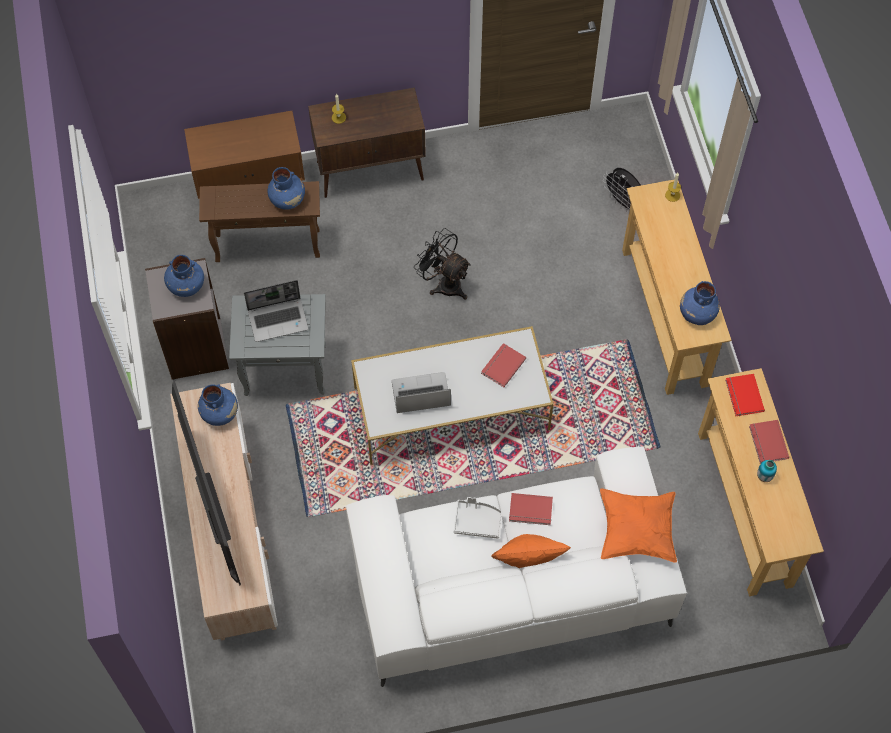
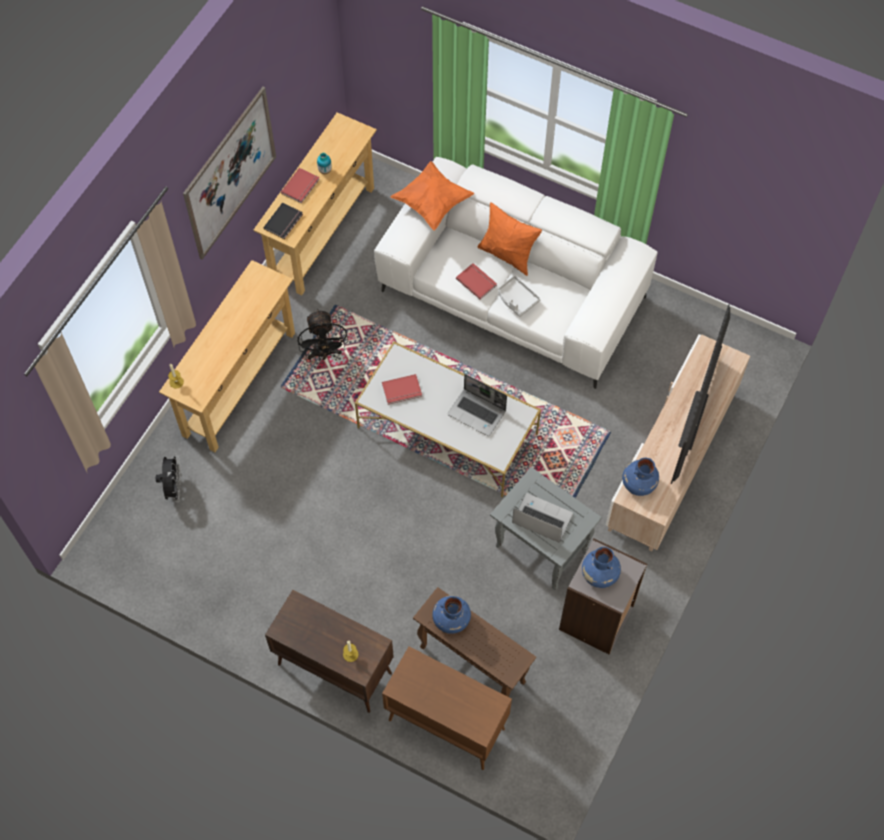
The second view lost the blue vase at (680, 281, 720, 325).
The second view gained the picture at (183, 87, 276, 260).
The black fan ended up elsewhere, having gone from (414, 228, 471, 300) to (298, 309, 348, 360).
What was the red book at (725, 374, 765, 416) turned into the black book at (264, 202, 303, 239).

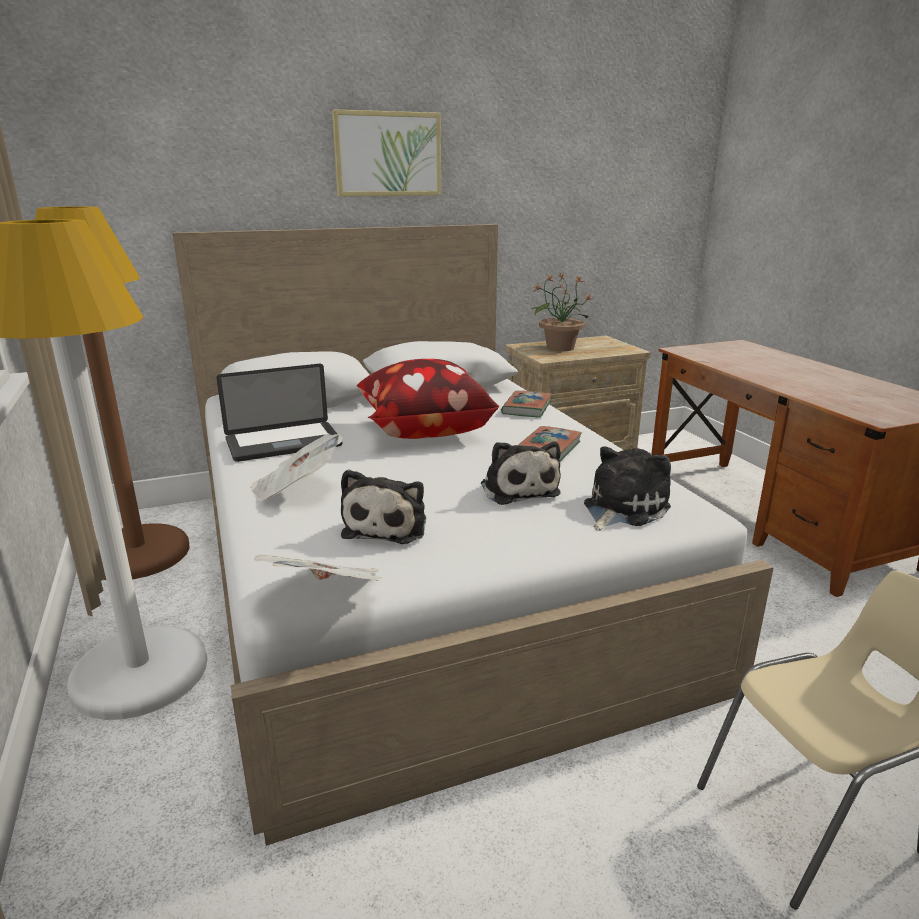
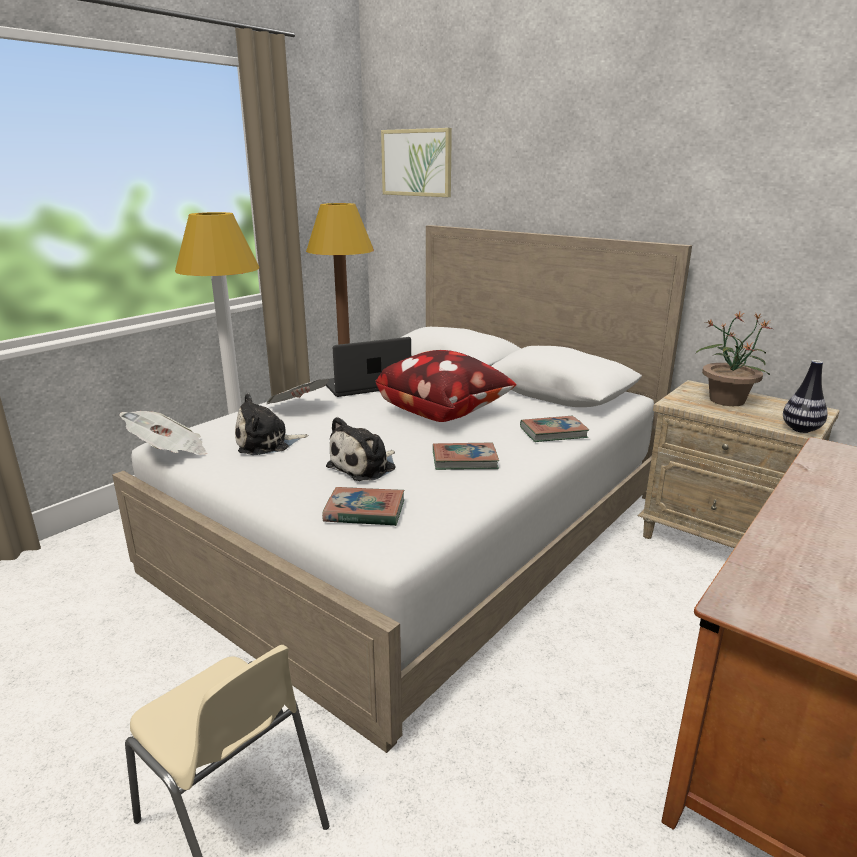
The second view gained the vase at (783, 360, 827, 433).
The picture ended up elsewhere, having gone from (332, 109, 441, 197) to (381, 128, 452, 197).
Where the plush toy stood at (584, 446, 671, 531), the book came to stand at (322, 487, 404, 526).
The laptop at (216, 364, 343, 462) ended up facing another way, 120 degrees clockwise from before.

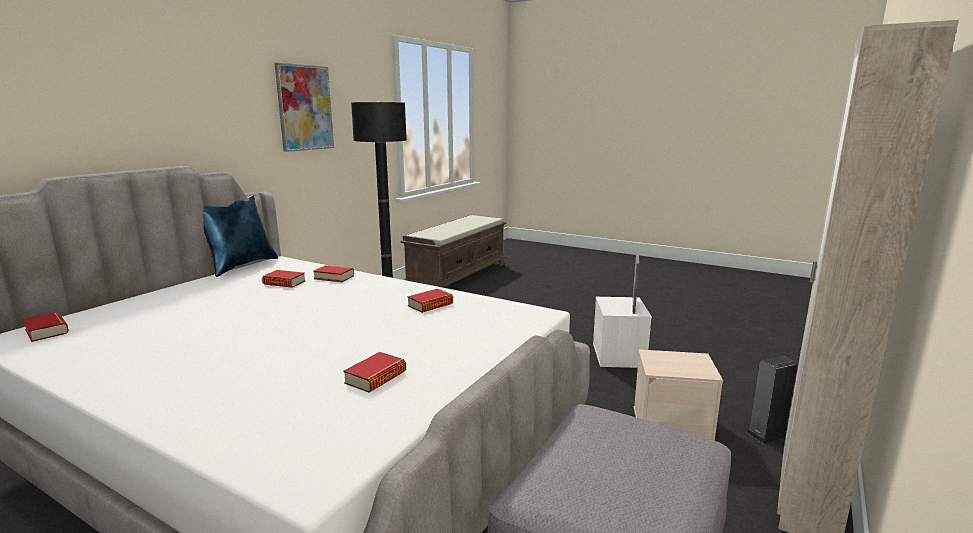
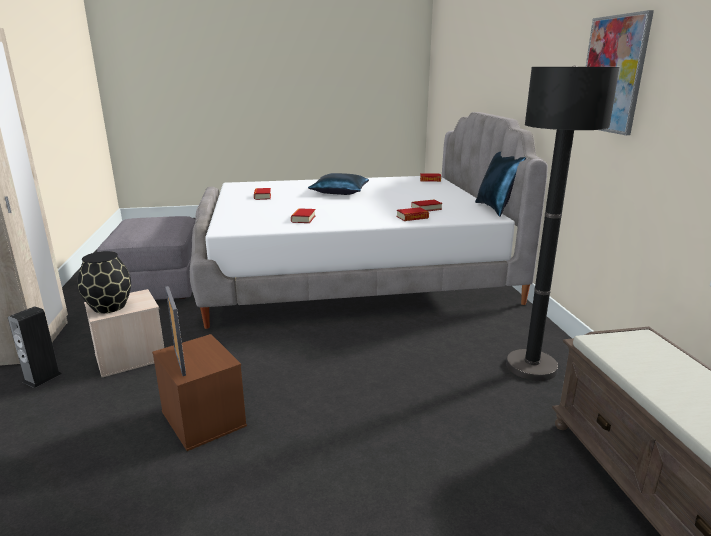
The second view gained the black vase at (78, 251, 131, 313).
The second view gained the blue pillow at (308, 173, 369, 195).
What was the white storage box at (593, 297, 652, 368) turned into the brown storage box at (152, 334, 247, 451).

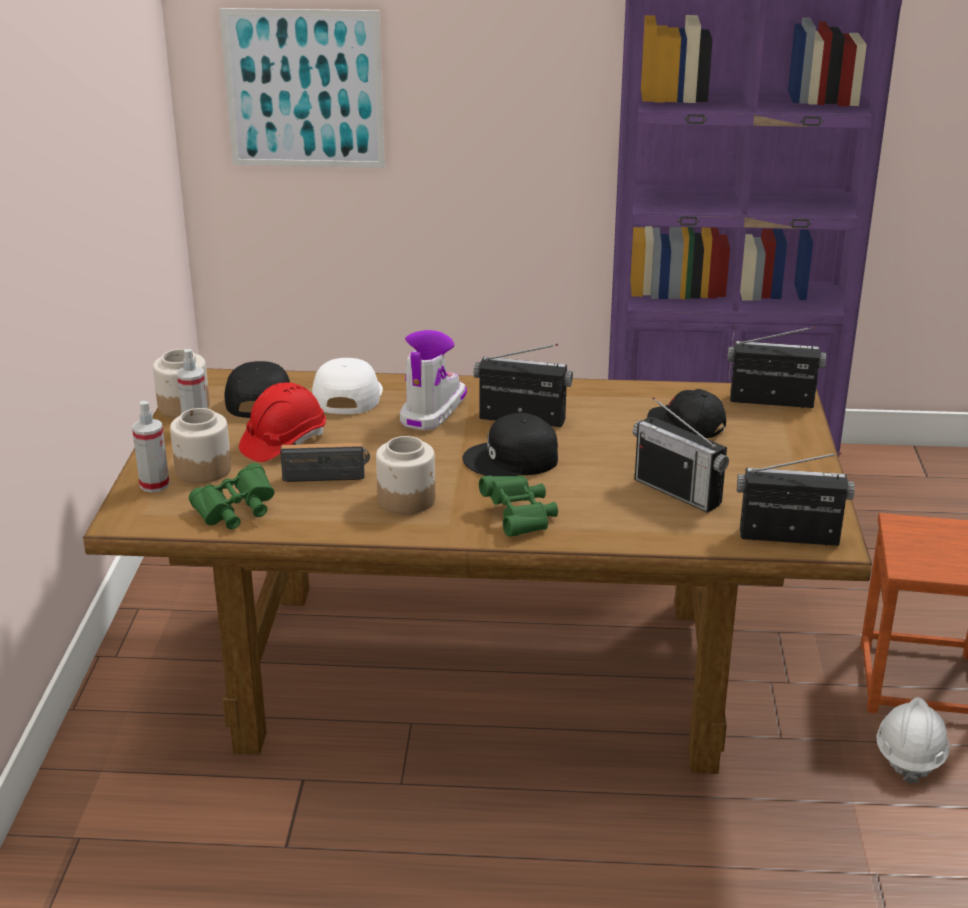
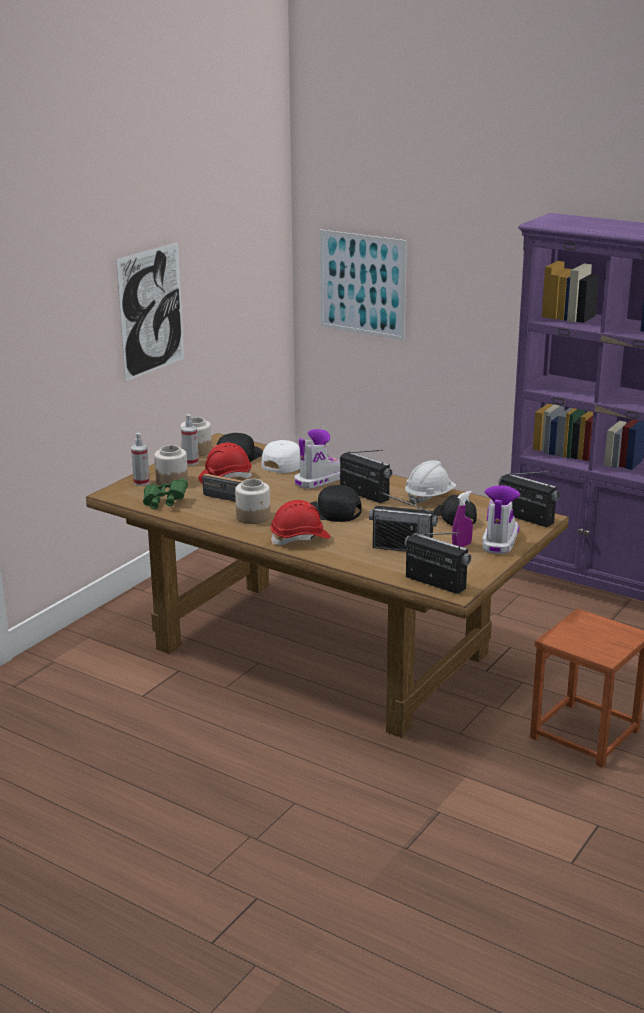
The second view gained the picture at (116, 242, 184, 382).
The second view gained the purple spray bottle at (452, 491, 473, 547).
The second view gained the boot at (482, 485, 520, 554).
The white hard hat ended up elsewhere, having gone from (876, 697, 950, 784) to (405, 460, 456, 505).
Where the green binoculars stood at (479, 475, 558, 537), the red hard hat came to stand at (270, 500, 330, 545).
The radio at (633, 397, 729, 513) ended up facing another way, 60 degrees counterclockwise from before.

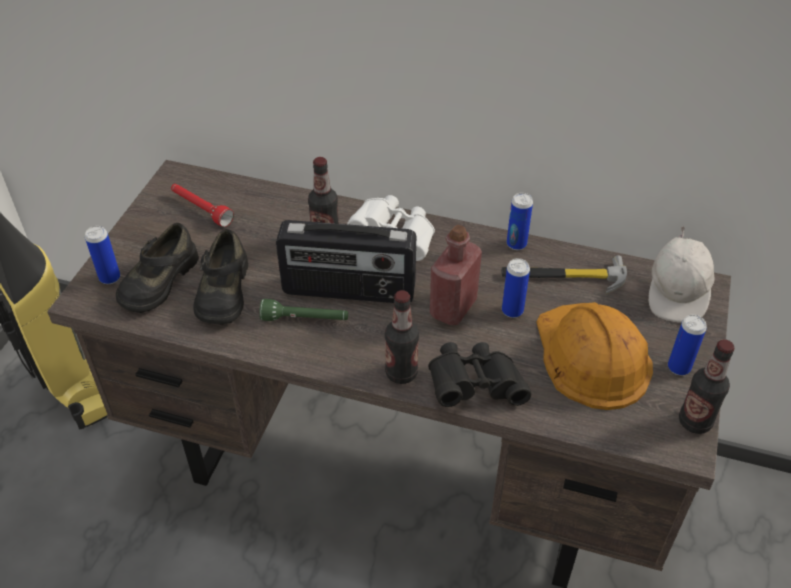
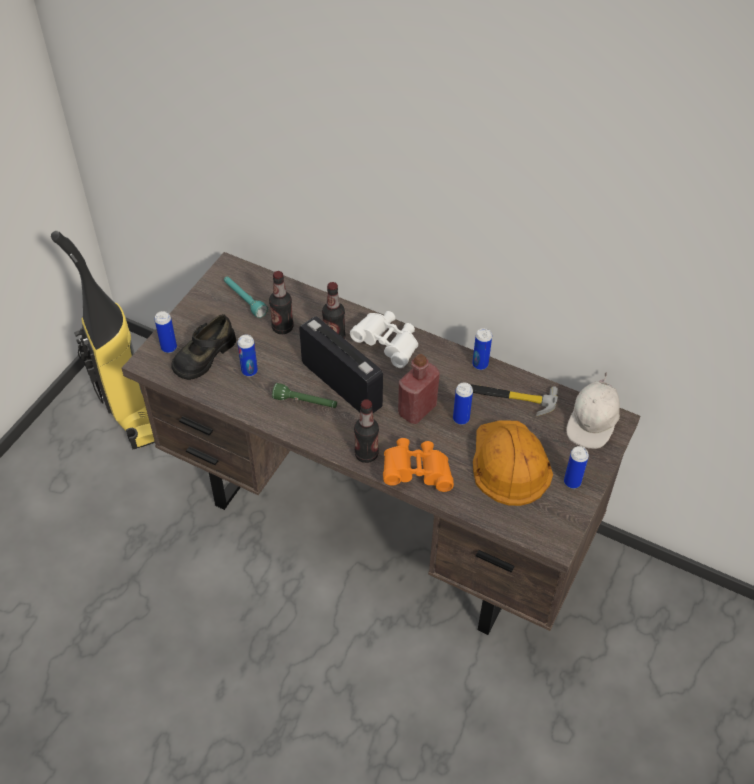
The bottle ended up elsewhere, having gone from (679, 339, 735, 434) to (269, 271, 294, 334).
Where the black shoe stood at (193, 229, 248, 325), the can came to stand at (237, 335, 258, 377).
What was the red flashlight at (171, 184, 234, 227) turned into the turquoise flashlight at (224, 277, 268, 318).
What was the black binoculars at (428, 342, 531, 407) turned into the orange binoculars at (383, 438, 454, 492).
The radio at (276, 220, 416, 303) ended up facing another way, 150 degrees counterclockwise from before.

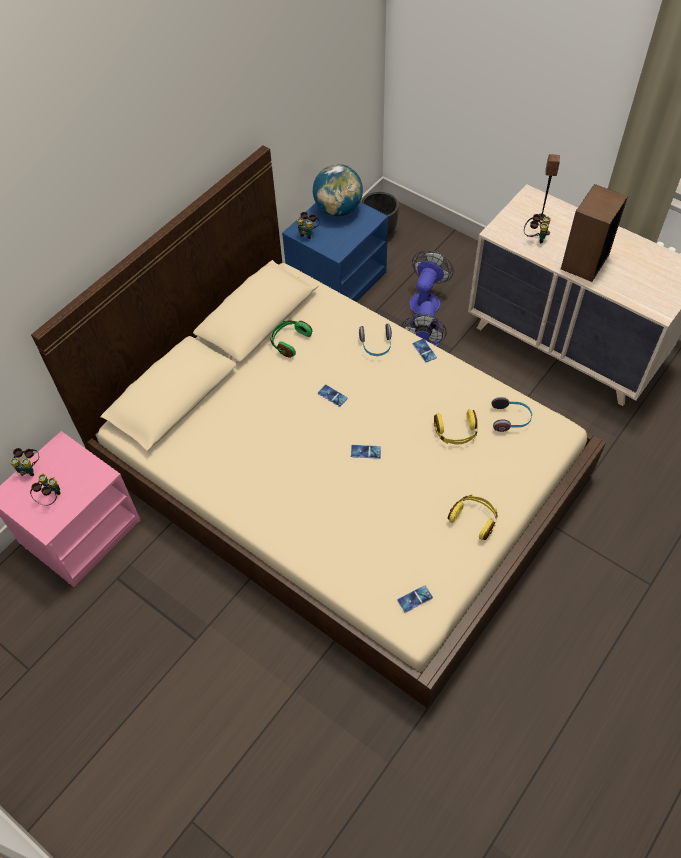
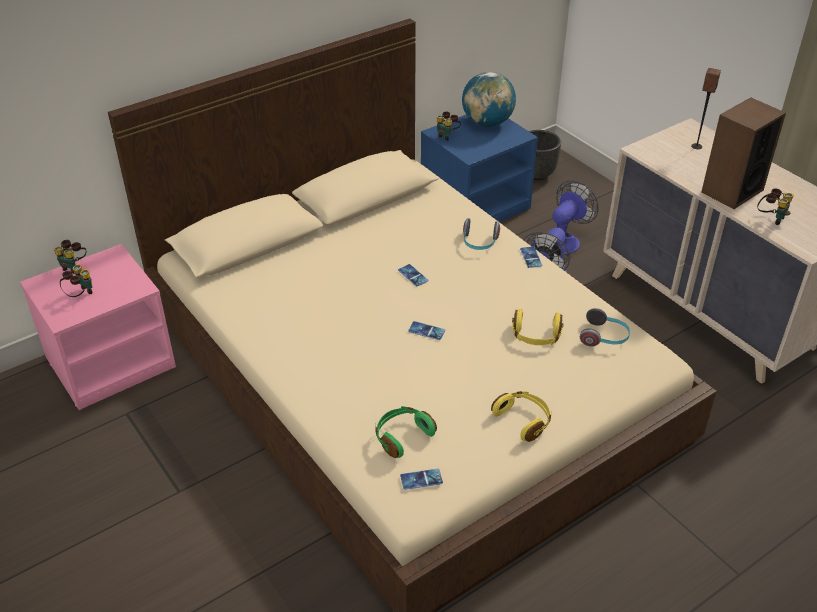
The green headphones ended up elsewhere, having gone from (270, 320, 312, 358) to (375, 406, 437, 458).
The binoculars ended up elsewhere, having gone from (524, 214, 551, 244) to (757, 188, 793, 225).

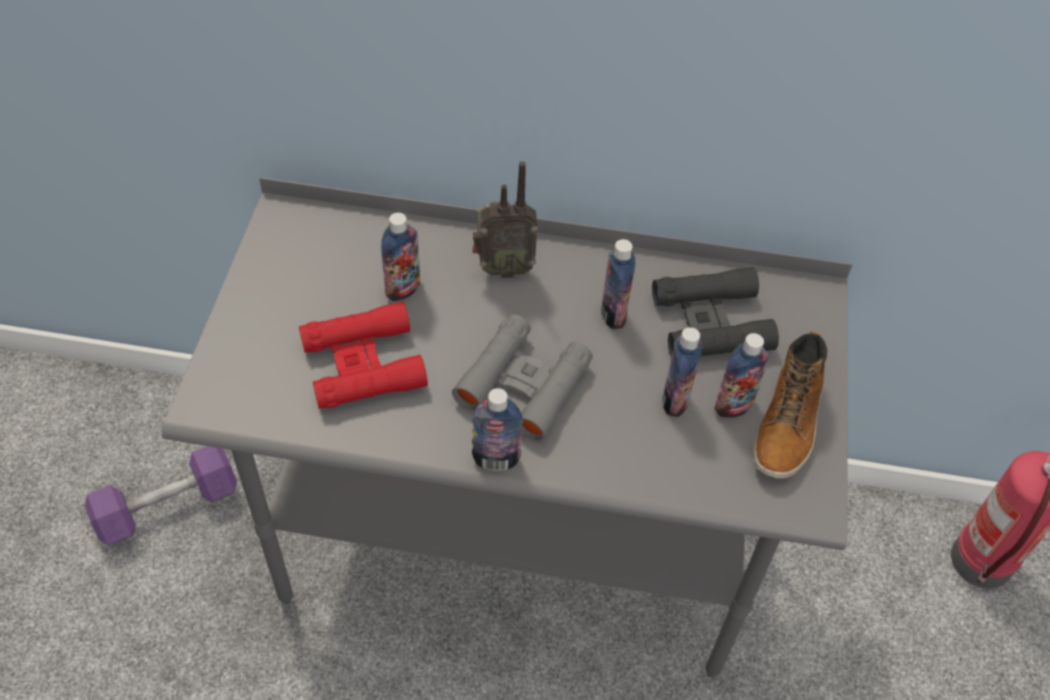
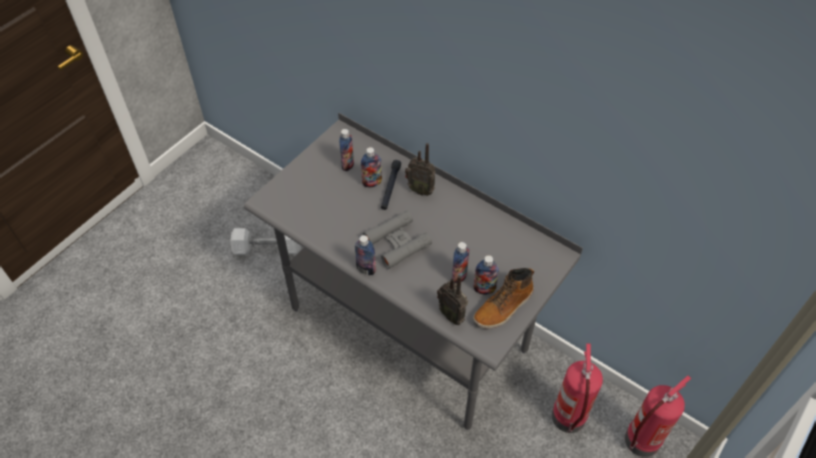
The second view lost the red binoculars at (299, 301, 428, 409).
The second view lost the black binoculars at (652, 267, 779, 358).
The second view gained the black flashlight at (381, 160, 401, 210).
The second view gained the radio at (437, 275, 468, 325).
The second view gained the fire extinguisher at (552, 343, 603, 433).
The bottle ended up elsewhere, having gone from (601, 239, 635, 329) to (339, 129, 354, 171).
What was the purple dumbbell at (84, 446, 237, 545) turned into the white dumbbell at (230, 228, 301, 255).

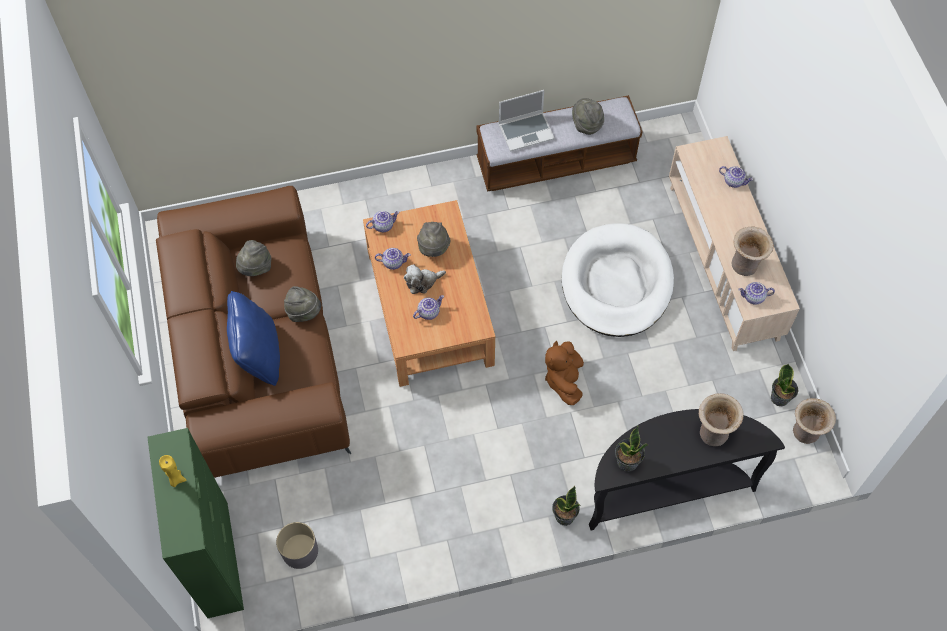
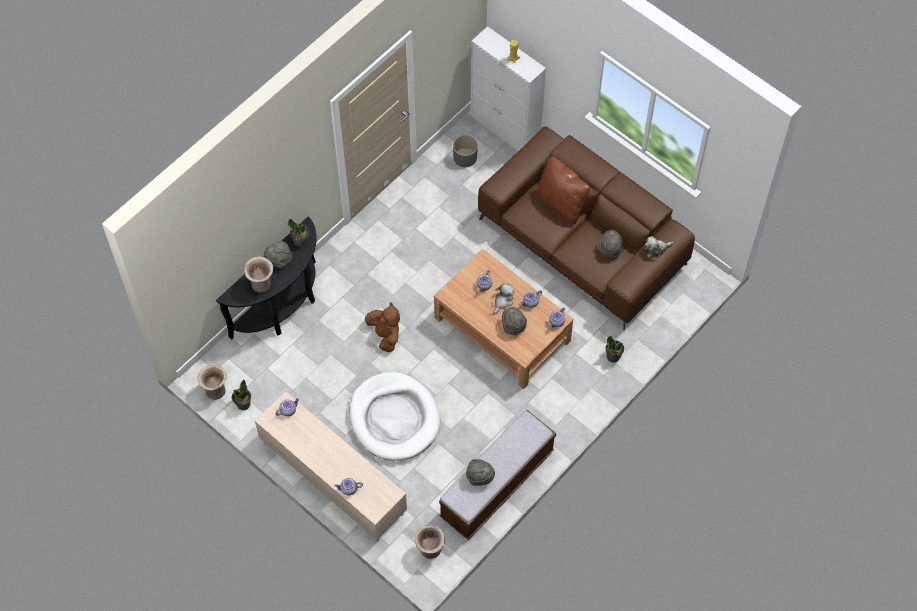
The second view lost the laptop at (499, 90, 555, 152).
The second view gained the plush toy at (645, 236, 674, 258).
The grey hat ended up elsewhere, having gone from (284, 286, 321, 322) to (264, 241, 292, 268).
The potted plant ended up elsewhere, having gone from (552, 486, 581, 526) to (605, 336, 624, 362).
The beige vase ended up elsewhere, having gone from (732, 227, 774, 276) to (415, 525, 445, 559).
What was the green cabinet at (147, 428, 244, 618) turned into the white cabinet at (471, 26, 546, 151).
What was the blue pillow at (227, 291, 280, 386) turned into the brown pillow at (537, 156, 590, 224).

